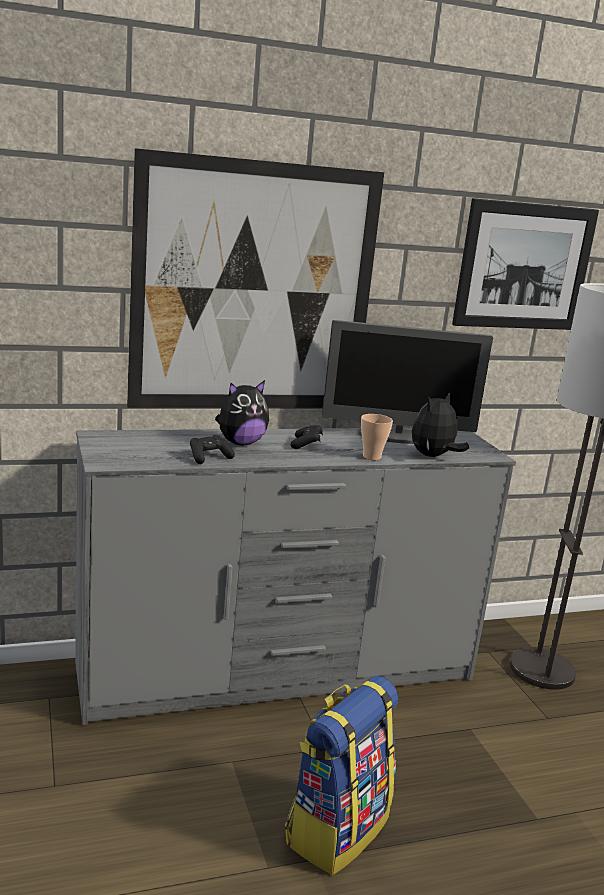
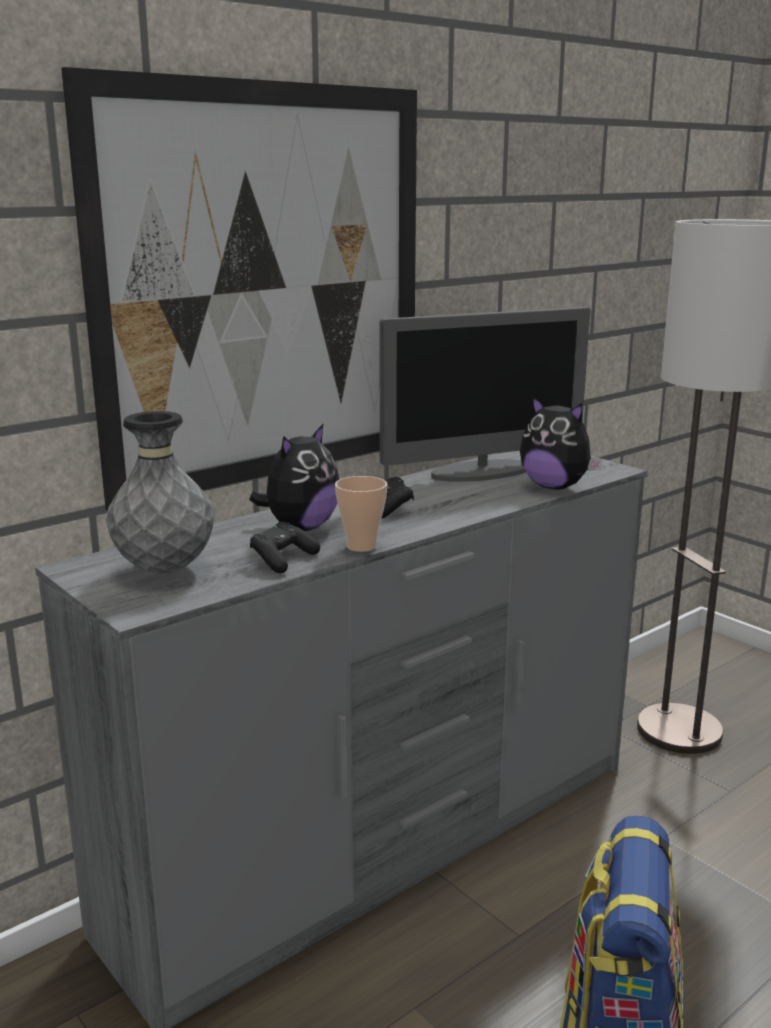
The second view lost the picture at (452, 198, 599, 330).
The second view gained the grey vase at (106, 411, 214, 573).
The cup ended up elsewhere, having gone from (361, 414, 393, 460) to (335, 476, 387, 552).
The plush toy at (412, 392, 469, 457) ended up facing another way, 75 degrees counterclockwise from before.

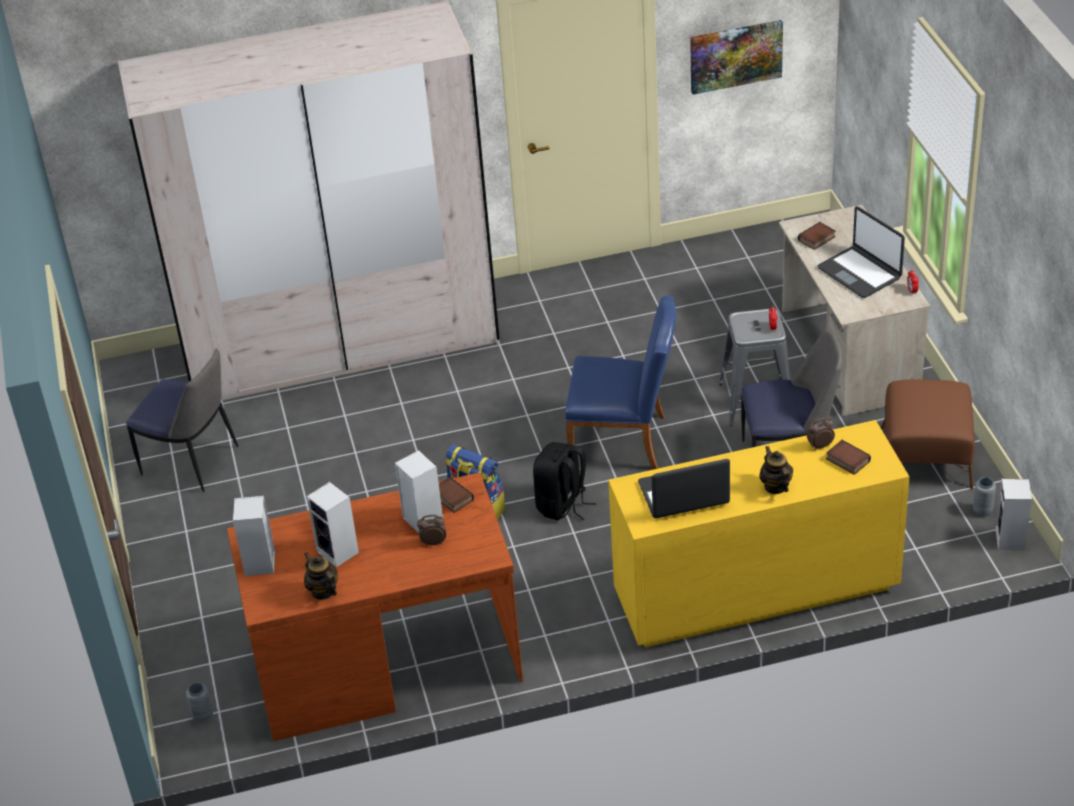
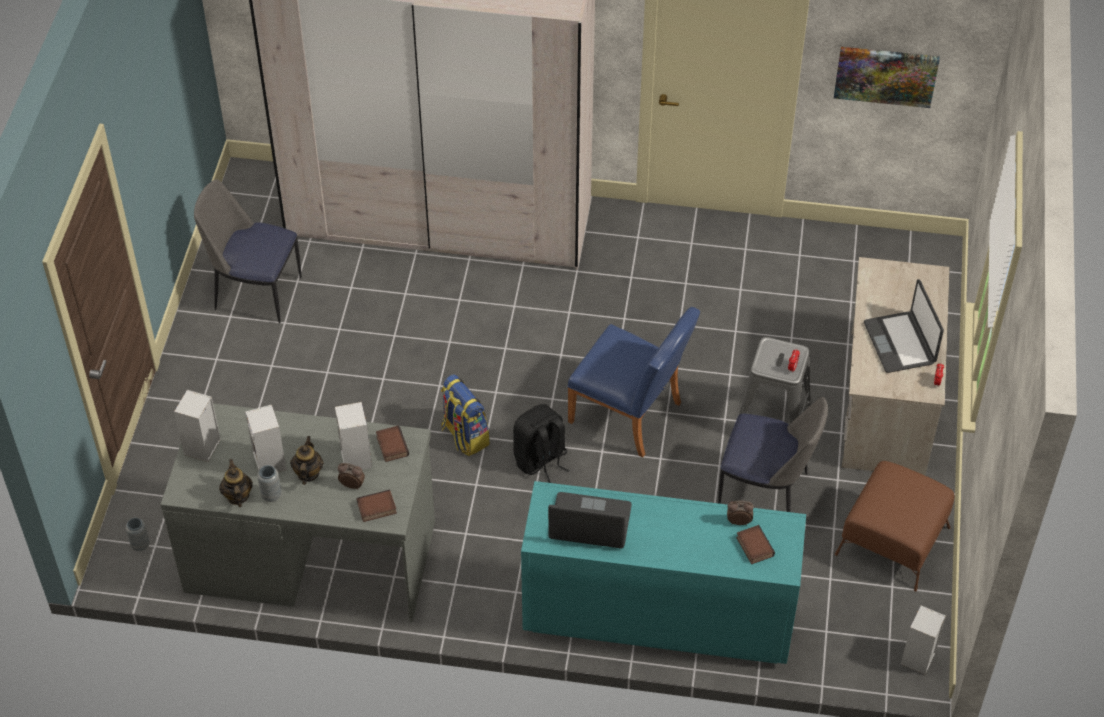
The teapot ended up elsewhere, having gone from (759, 446, 793, 494) to (290, 436, 324, 485).
The book ended up elsewhere, having gone from (798, 222, 836, 250) to (357, 490, 397, 522).
The grey vase ended up elsewhere, having gone from (973, 477, 996, 516) to (257, 465, 282, 502).
What was the brown desk at (227, 473, 523, 741) turned into the grey desk at (160, 403, 435, 622).
What was the yellow dresser at (608, 420, 909, 648) turned into the turquoise dresser at (521, 481, 806, 664).
The chair at (126, 348, 238, 492) ended up facing another way, 150 degrees clockwise from before.

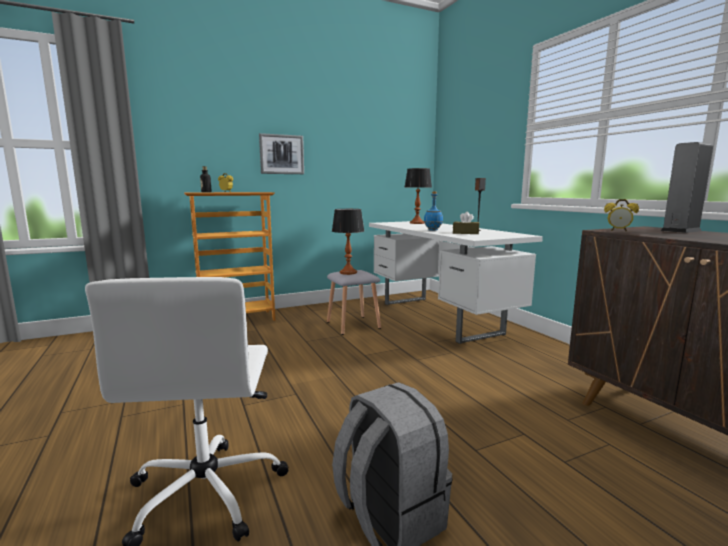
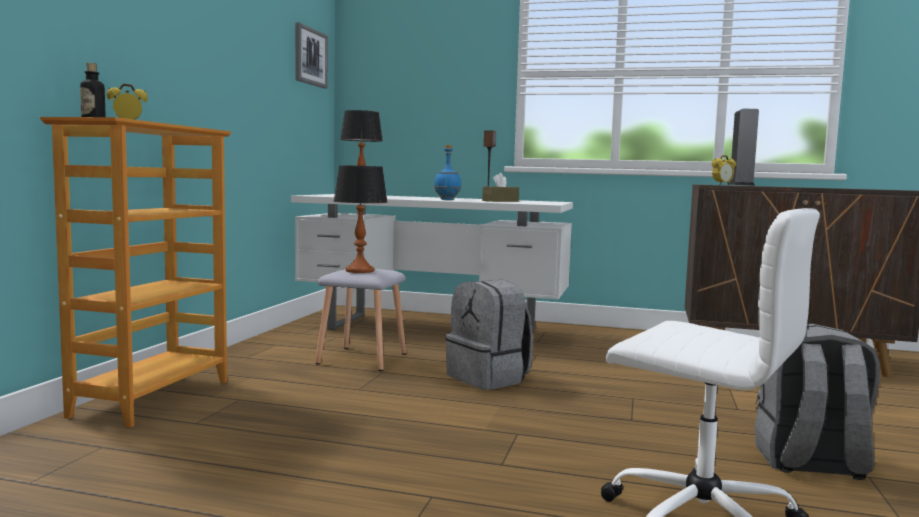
The second view gained the grey backpack at (445, 280, 533, 390).
The picture ended up elsewhere, having gone from (259, 133, 304, 174) to (295, 22, 328, 89).

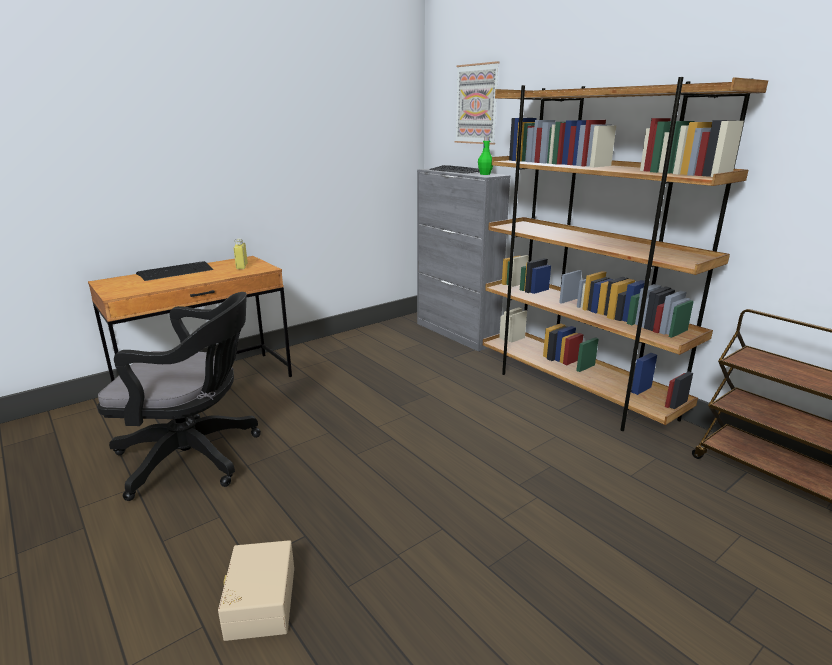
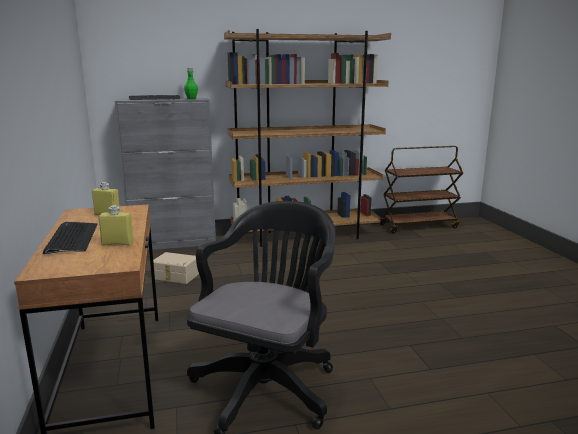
The second view lost the picture at (455, 61, 500, 145).
The second view gained the yellow bottle at (98, 205, 134, 246).
The beige storage box ended up elsewhere, having gone from (218, 540, 294, 641) to (153, 252, 199, 284).

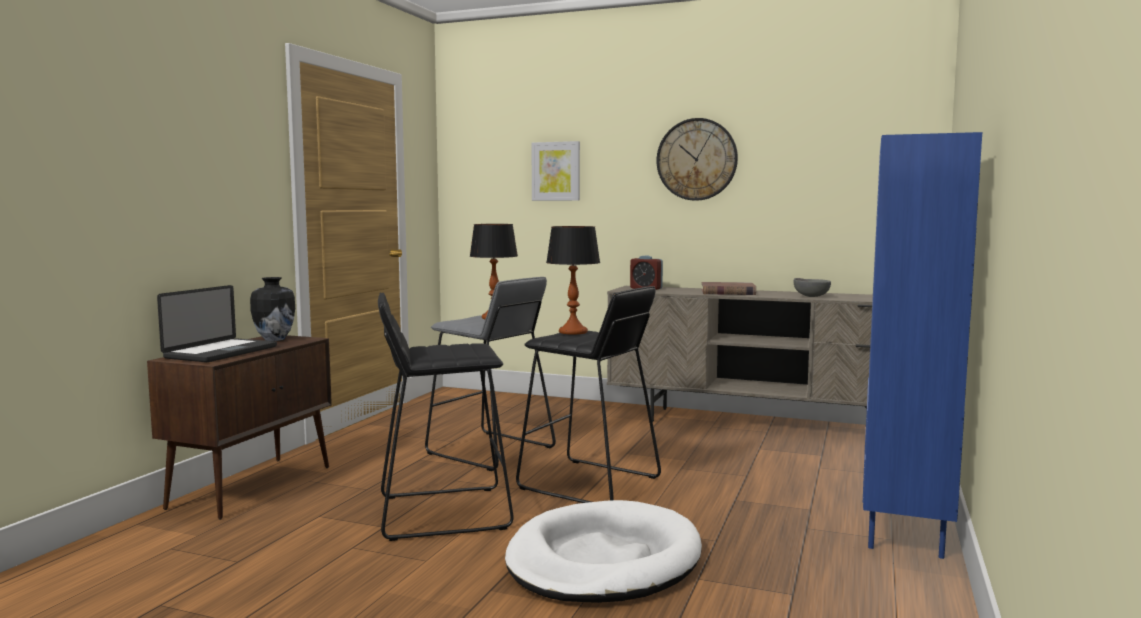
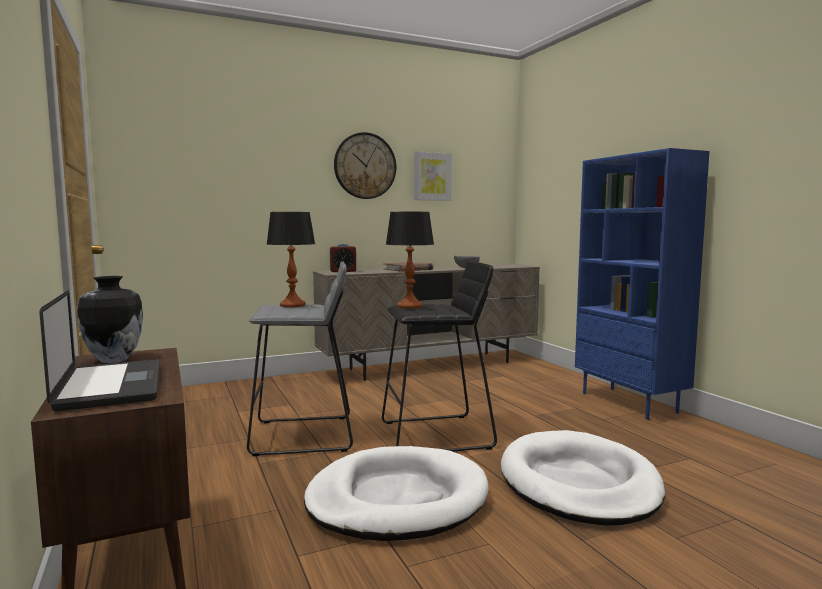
The picture ended up elsewhere, having gone from (531, 141, 580, 201) to (414, 151, 452, 201).
Where the black stool stood at (378, 293, 514, 541), the white dog bed came to stand at (304, 446, 488, 541).

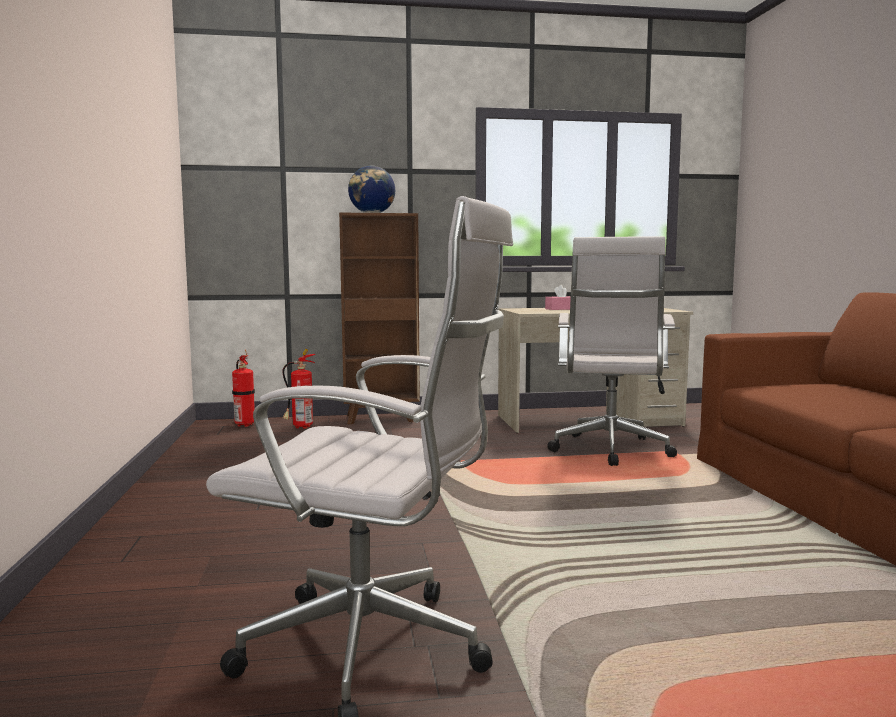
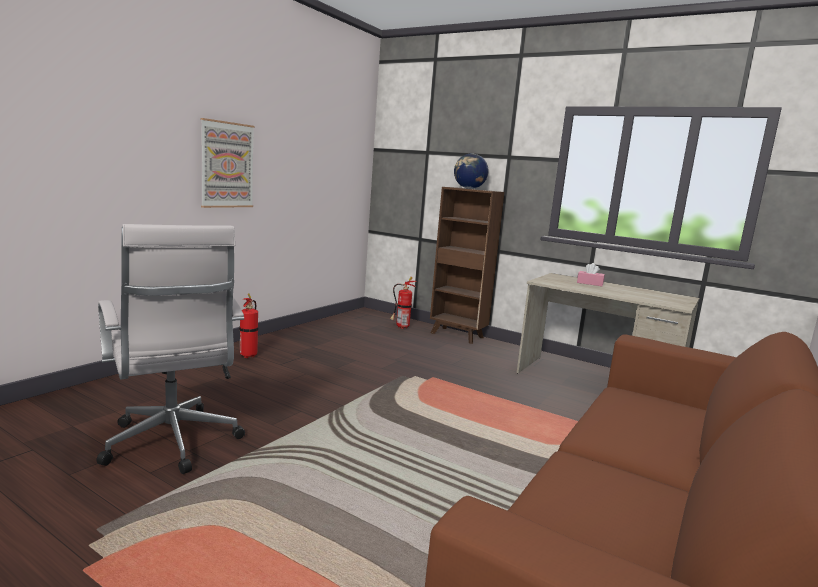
The second view lost the white office chair at (547, 236, 677, 466).
The second view gained the picture at (201, 118, 255, 208).
The fire extinguisher ended up elsewhere, having gone from (232, 350, 255, 427) to (239, 293, 259, 358).

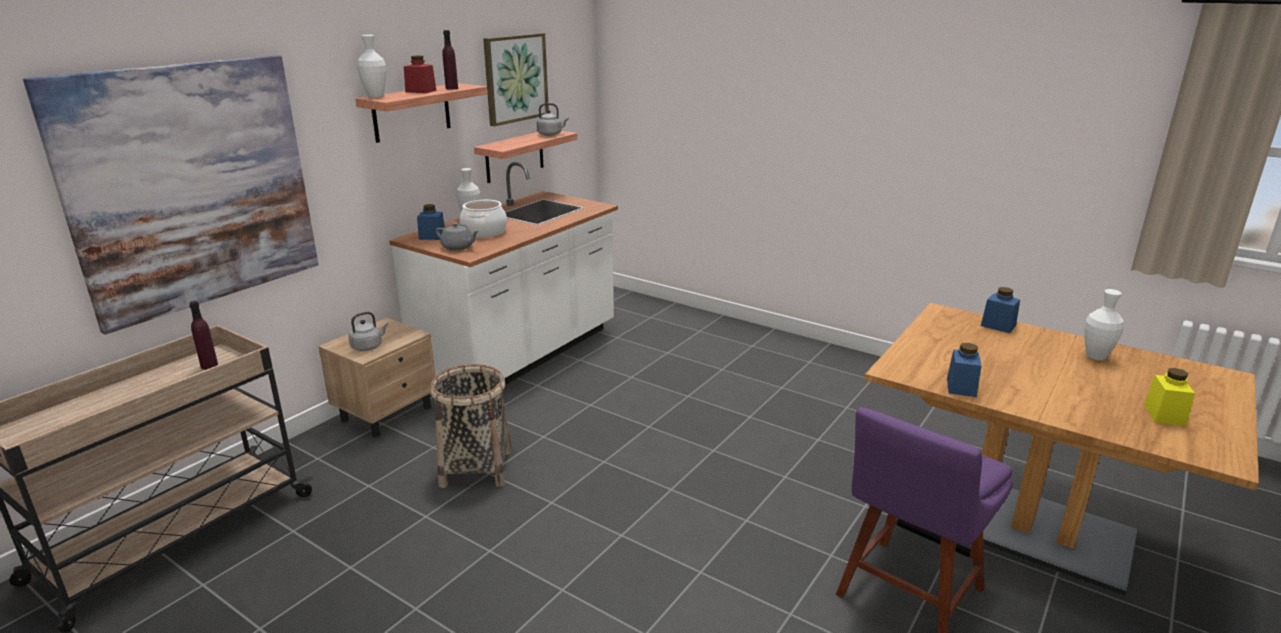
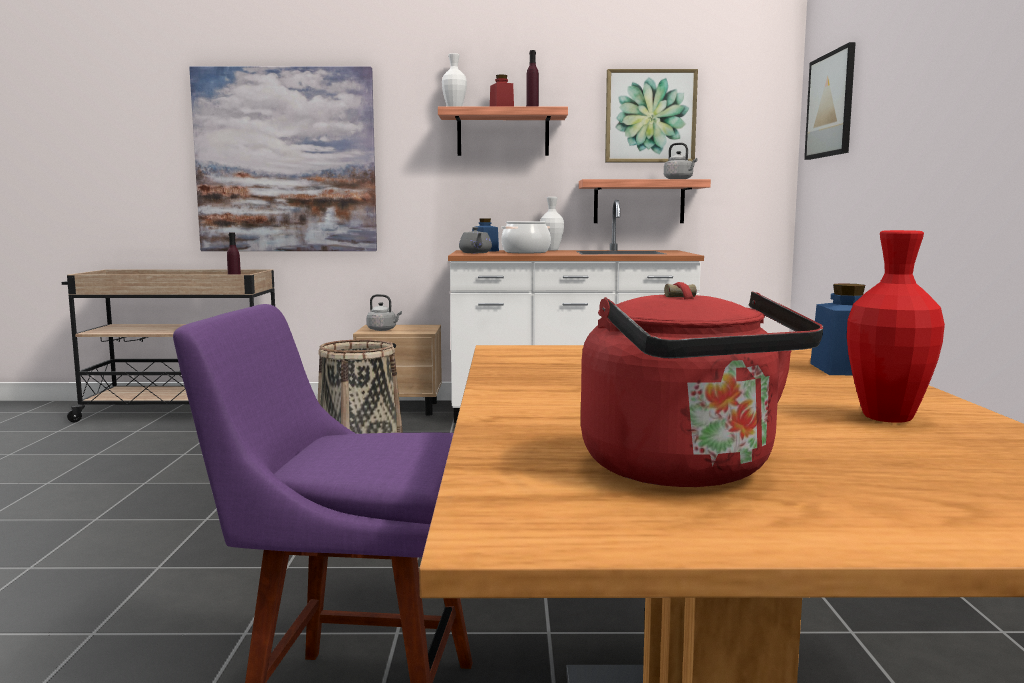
The second view lost the blue jar at (947, 343, 981, 397).
The second view gained the picture at (804, 42, 856, 160).
Where the yellow jar stood at (1144, 368, 1195, 426), the red kettle came to stand at (581, 282, 823, 487).
What was the white vase at (1084, 289, 1124, 360) turned into the red vase at (847, 230, 945, 423).

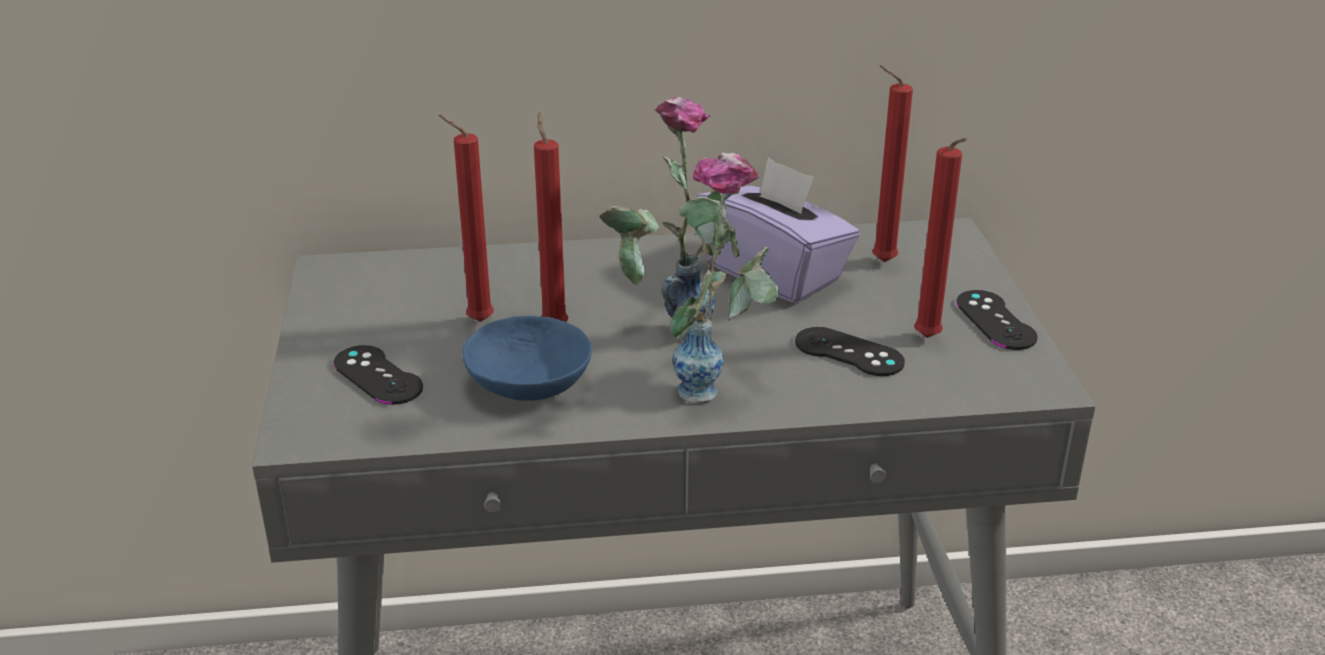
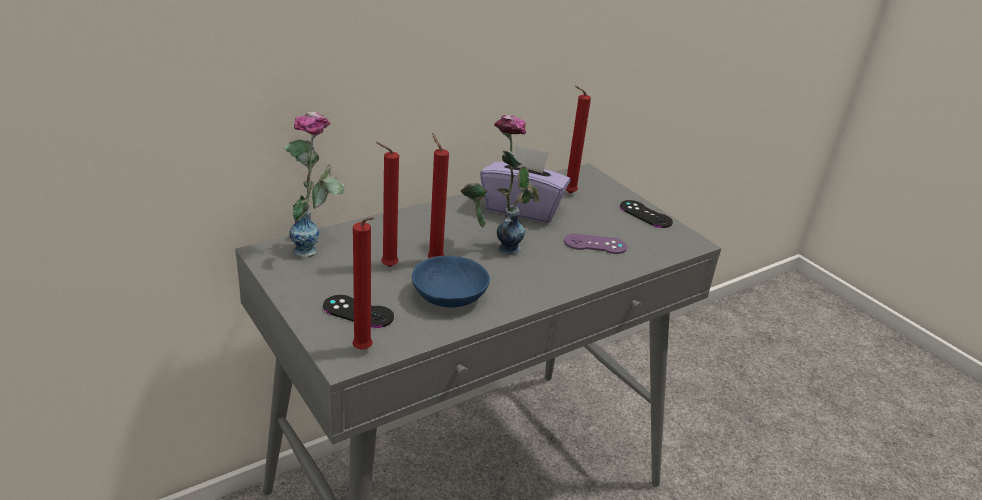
The vase ended up elsewhere, having gone from (670, 153, 779, 404) to (285, 112, 345, 258).
The red candle ended up elsewhere, having gone from (914, 138, 967, 338) to (352, 217, 375, 350).
What was the black game controller at (795, 327, 905, 376) turned into the purple game controller at (564, 233, 627, 254).

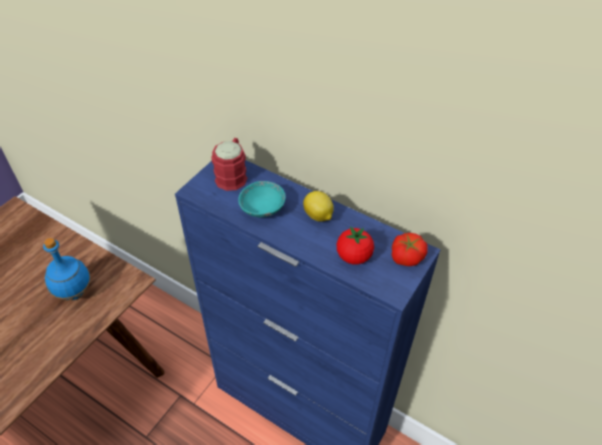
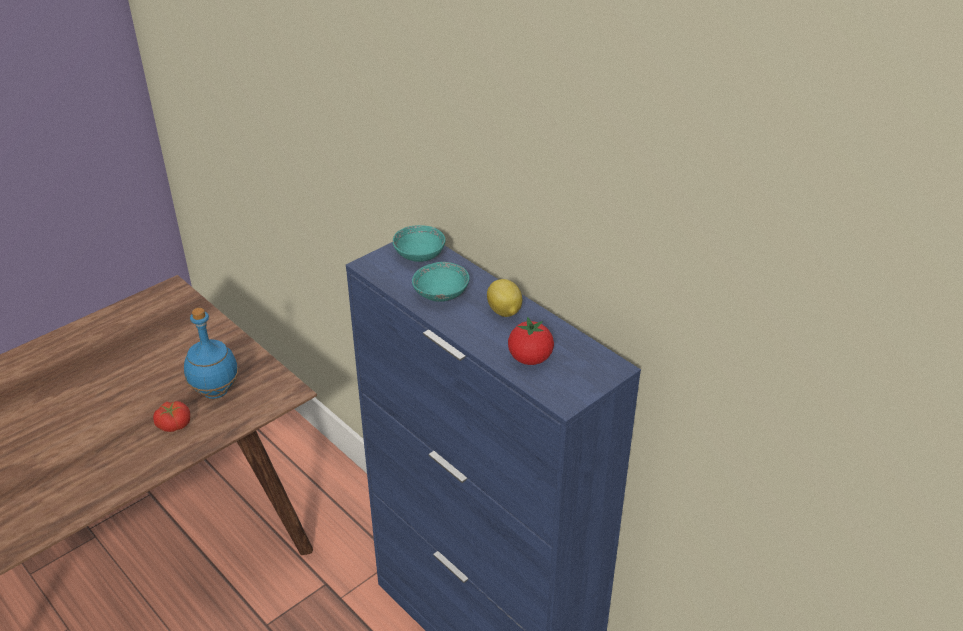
The tomato ended up elsewhere, having gone from (392, 233, 428, 266) to (153, 401, 190, 432).
Where the red mug stood at (211, 138, 247, 191), the turquoise bowl came to stand at (392, 225, 445, 262).

